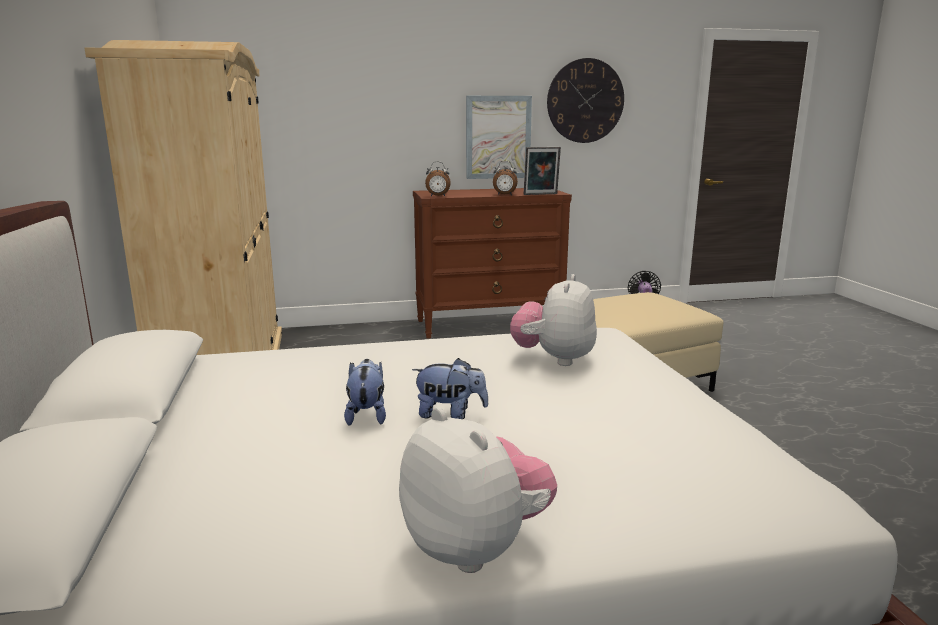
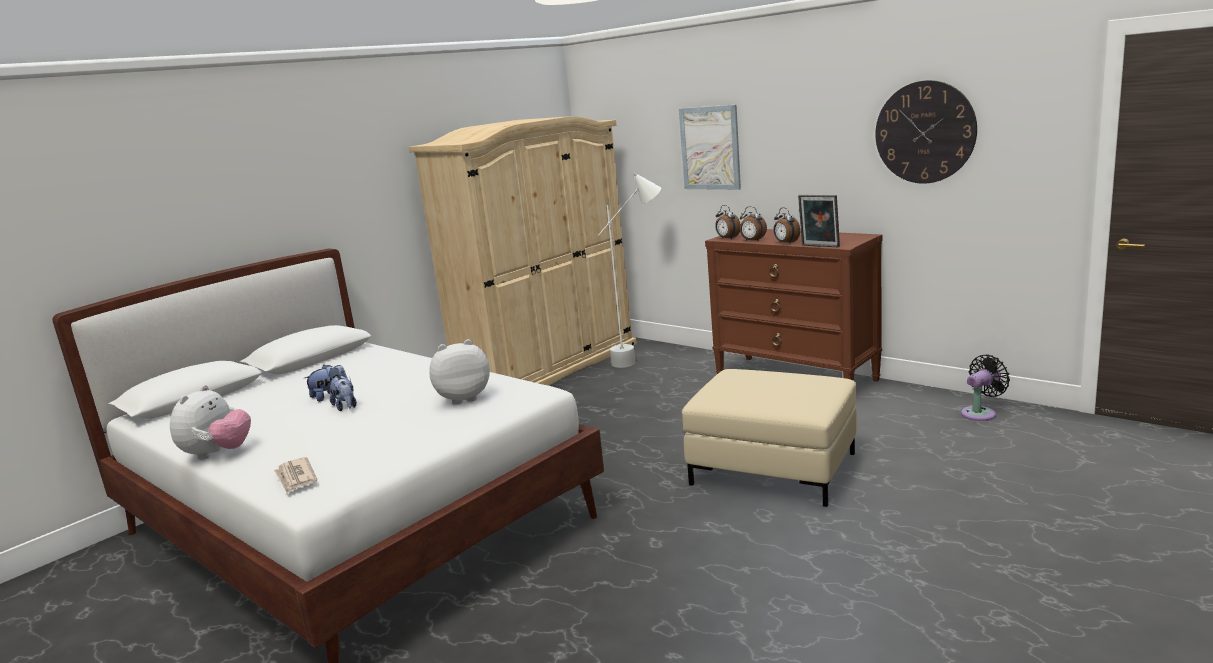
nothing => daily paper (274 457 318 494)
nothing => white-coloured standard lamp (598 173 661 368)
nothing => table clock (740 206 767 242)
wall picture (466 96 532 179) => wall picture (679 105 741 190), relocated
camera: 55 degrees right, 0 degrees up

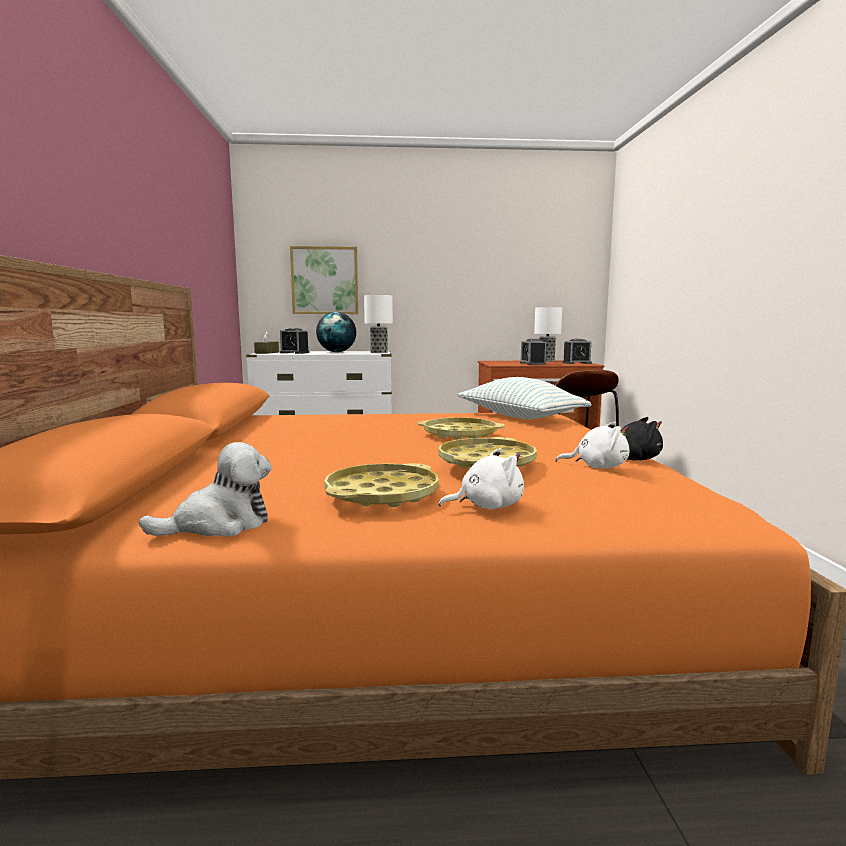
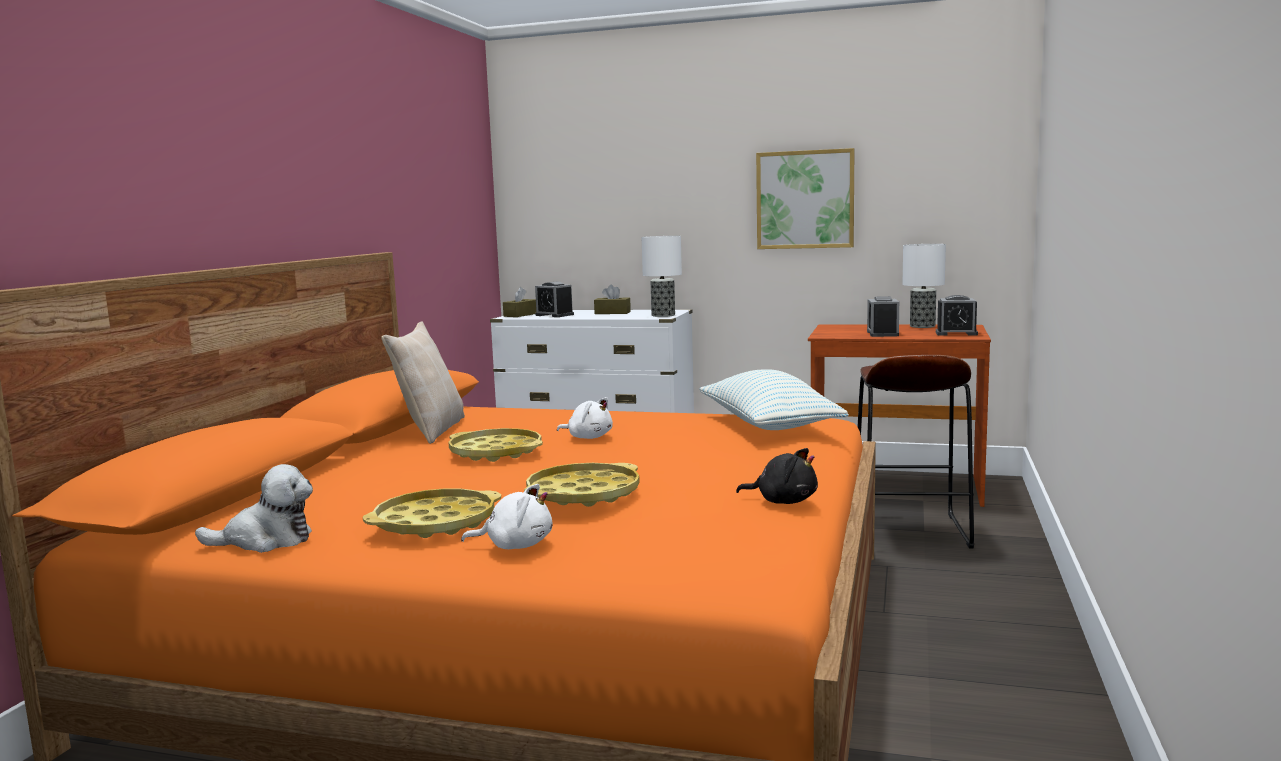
nothing => beige cushion (381 321 465 444)
wall picture (290 246 358 314) => wall picture (756 148 854 249), relocated
yellowish tray (417 417 505 440) => yellowish tray (448 428 543 462), relocated
white-coloured soft toy (556 422 630 469) => white-coloured soft toy (557 397 613 439), relocated
globe (316 312 356 352) => brownish tissue box (594 285 631 314)
camera: 20 degrees right, 0 degrees up

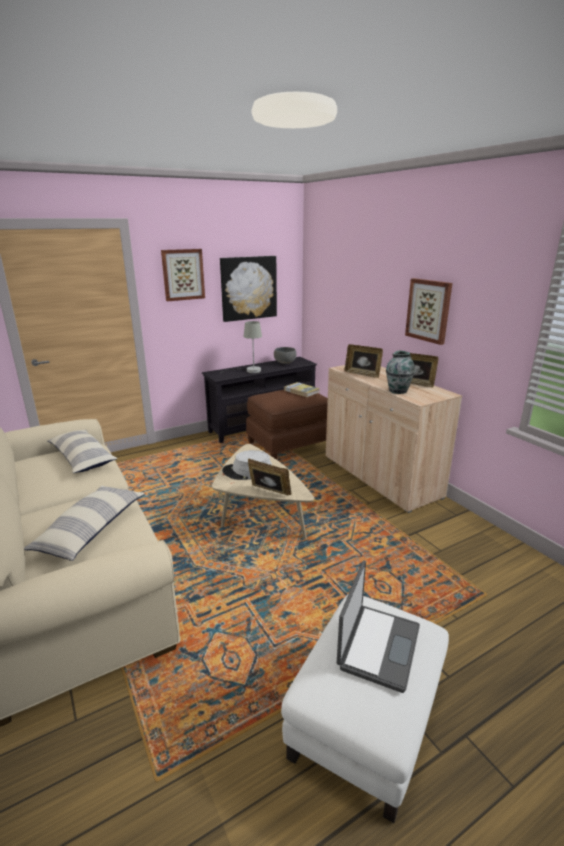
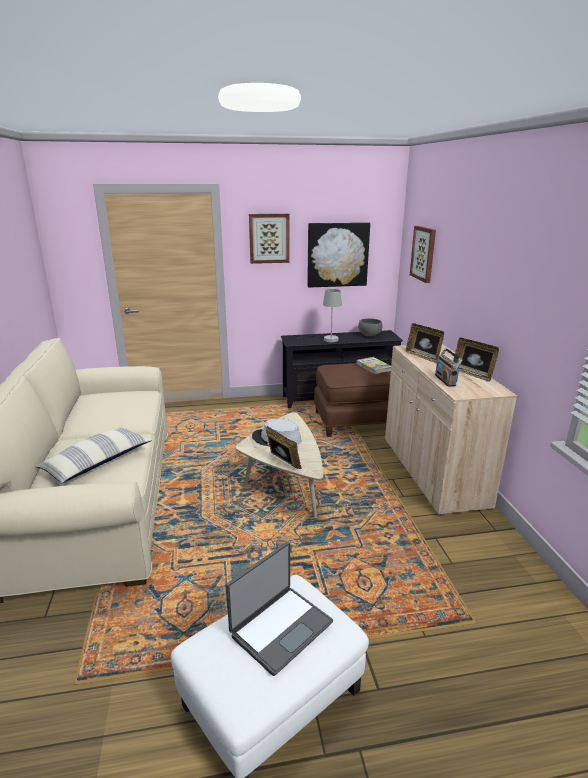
cushion (48 430 117 473) => nothing
wall picture (405 278 452 345) => wall picture (410 226 436 283), relocated
decorative vase (386 351 415 394) => radio set (435 348 462 387)
camera: 20 degrees right, 0 degrees up

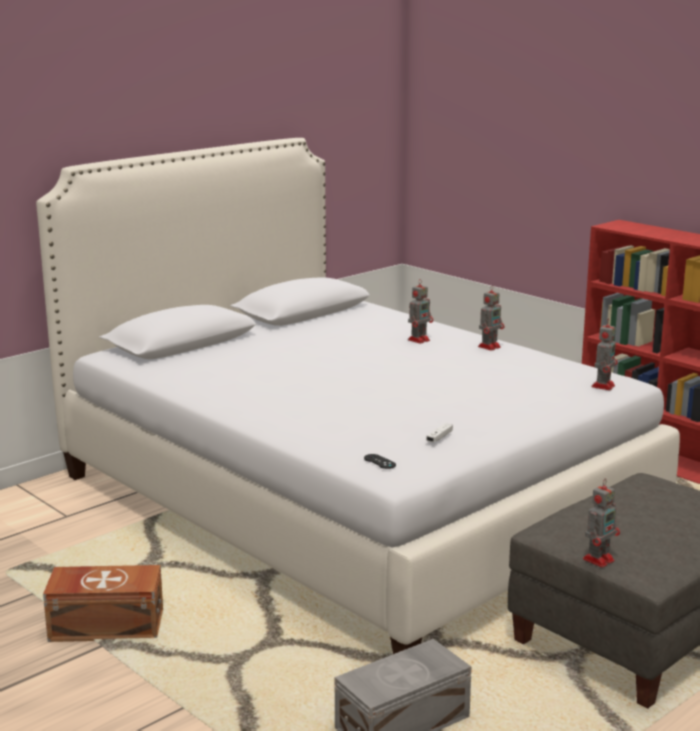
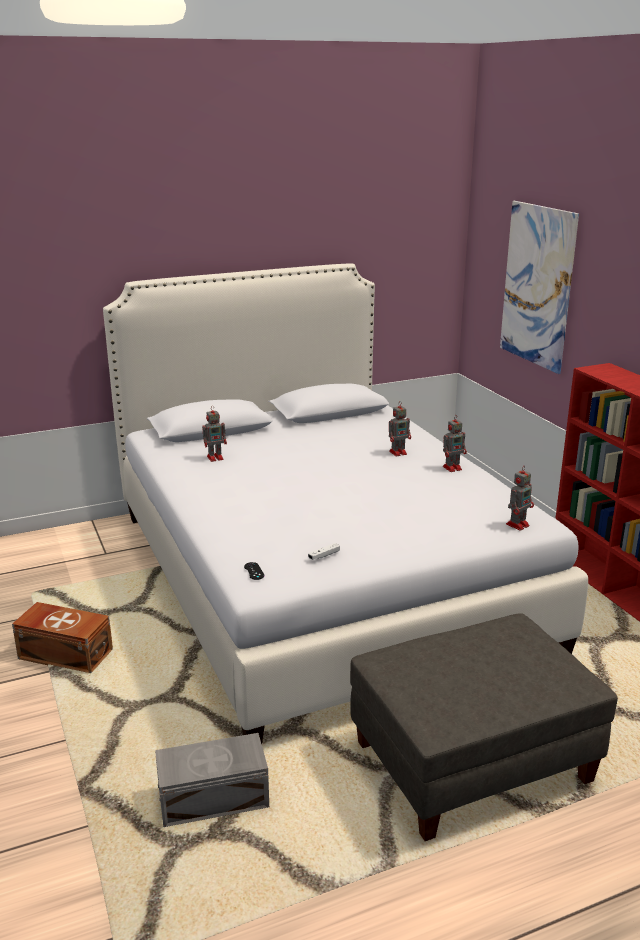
nothing => wall picture (500 201 579 374)
toy robot (583 479 620 568) => toy robot (202 406 227 462), relocated
camera: 20 degrees right, 5 degrees up

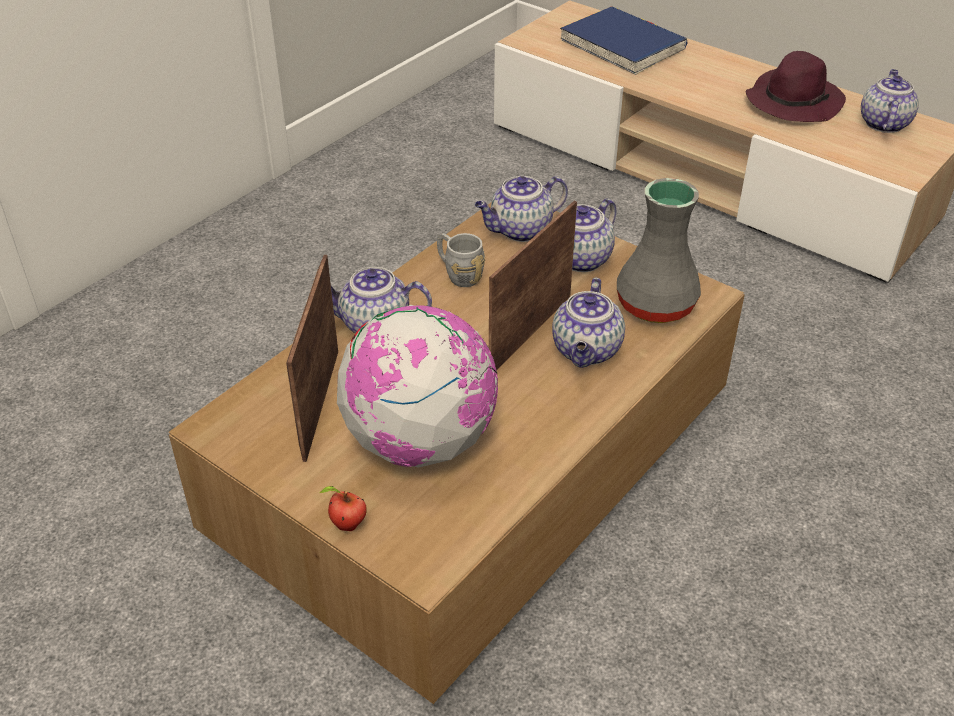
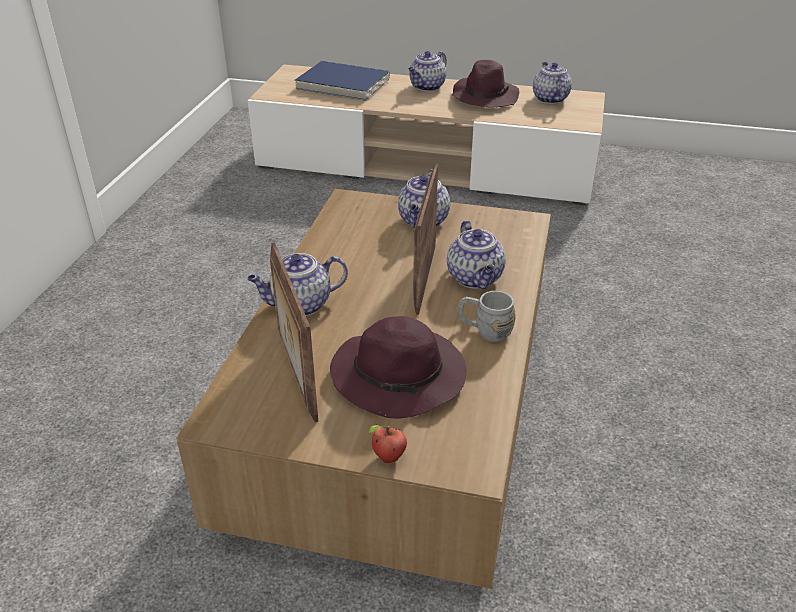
greyish decorative vase (617 178 701 323) => nothing
greyish mug (437 233 485 287) => greyish mug (458 291 516 342), relocated
pot for tea (475 176 568 242) => pot for tea (409 51 447 91), relocated
globe (337 305 498 468) => purplish wearable hat (330 316 466 419)
camera: 25 degrees left, 5 degrees down

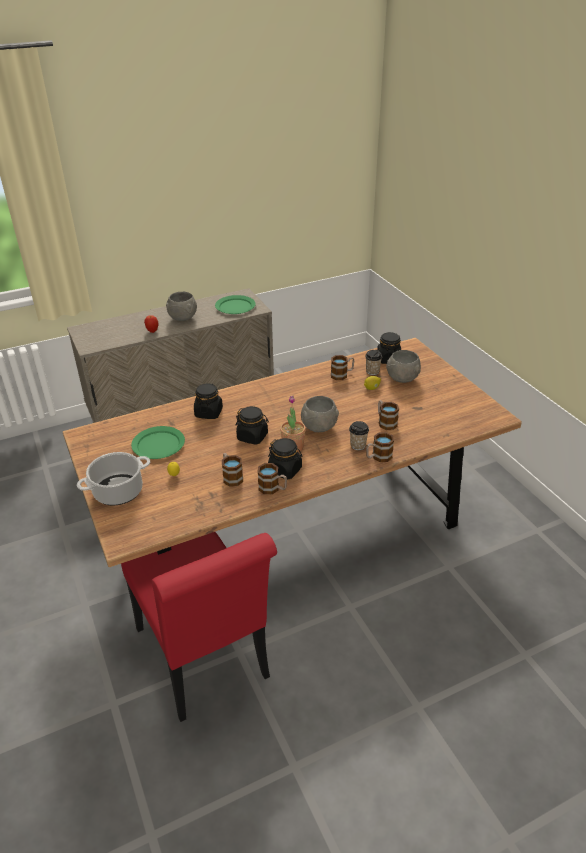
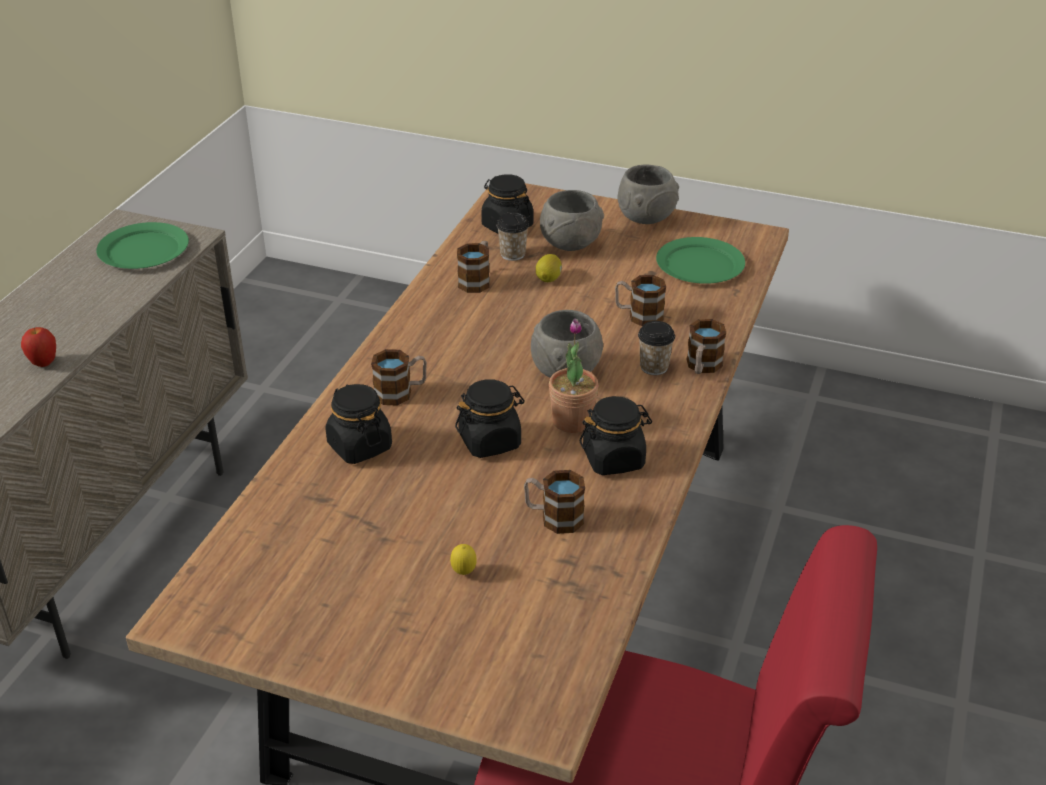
saucepot (77 452 150 505) => nothing
greenish plate (131 426 185 459) => greenish plate (656 237 745 284), relocated
greyish bowl (166 292 197 321) => greyish bowl (618 164 679 224), relocated
mug (258 463 287 495) => mug (371 349 427 406), relocated
camera: 45 degrees left, 0 degrees up

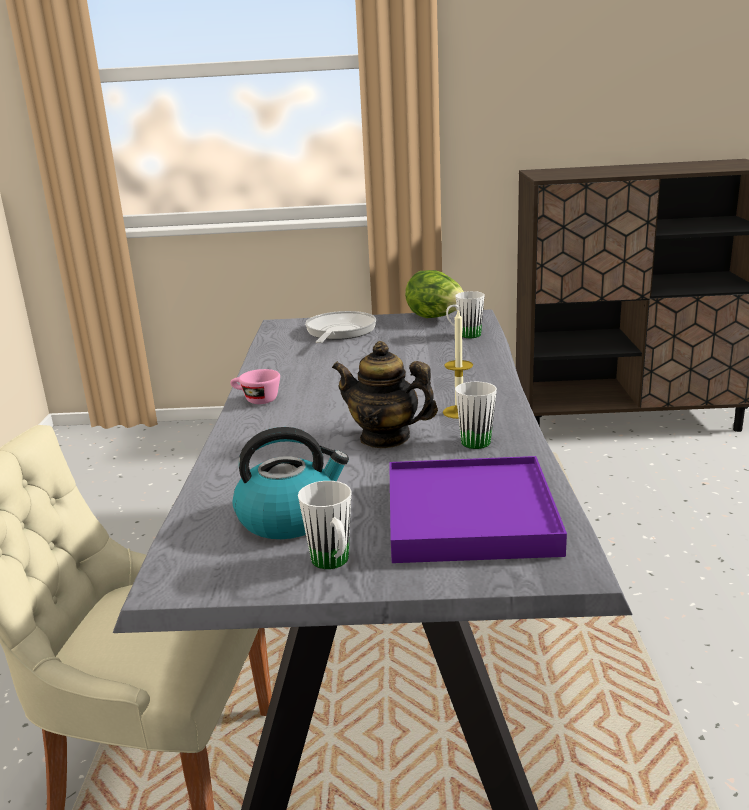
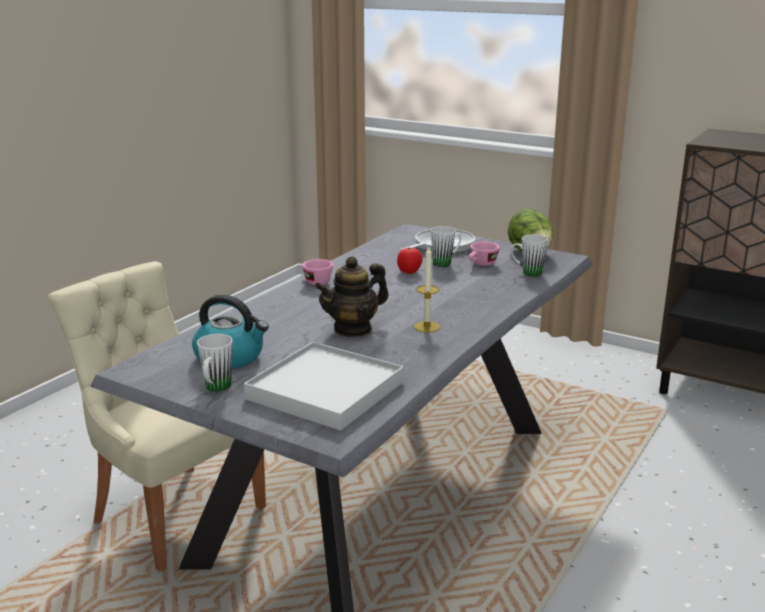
nothing => fresh tomato (397 247 423 274)
nothing => pink drinking cup (469 241 500 266)
white-coloured mug (455 382 497 449) => white-coloured mug (431 226 461 267), relocated
purplish tray (389 456 567 563) => white-coloured tray (244 342 404 431)
pot for tea (332 341 438 448) => pot for tea (315 256 389 337), 90 degrees counterclockwise
camera: 30 degrees right, 0 degrees up

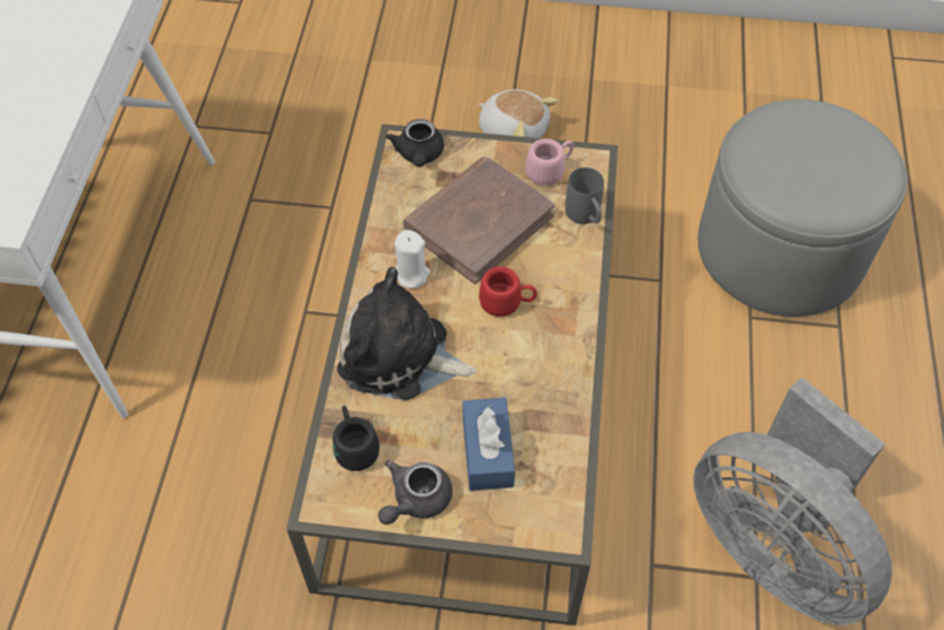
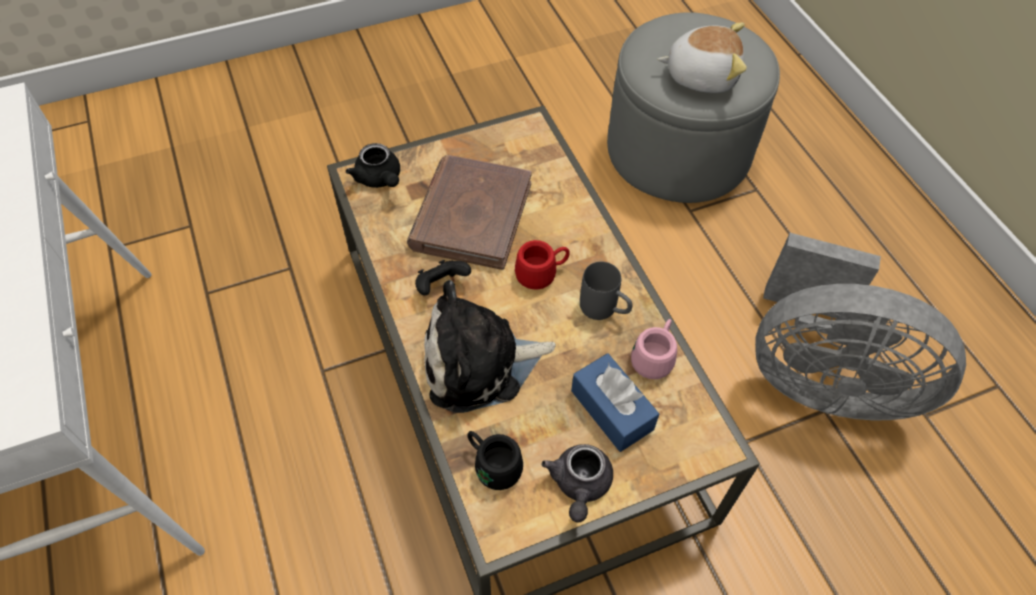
soft toy (478 89 558 138) => soft toy (657 23 747 93), relocated
pink mug (526 139 574 185) => pink mug (631 319 677 379), relocated
greyish mug (565 167 604 224) => greyish mug (580 262 632 320), relocated
white-coloured wax light (394 230 430 288) => black-coloured joypad (415 260 471 295)
camera: 30 degrees left, 0 degrees up

